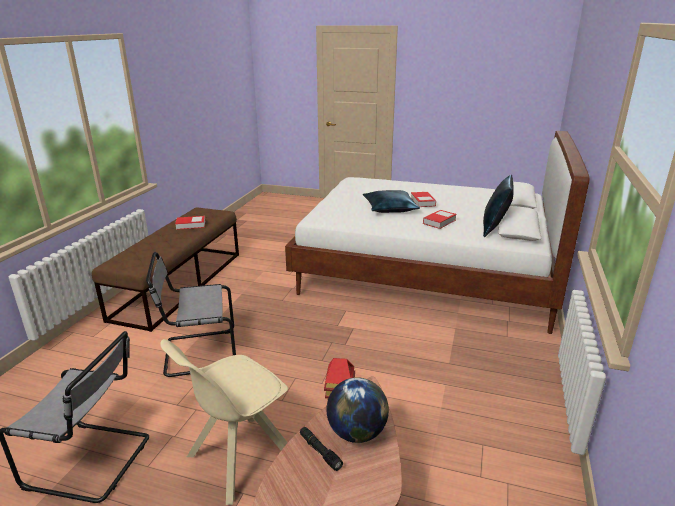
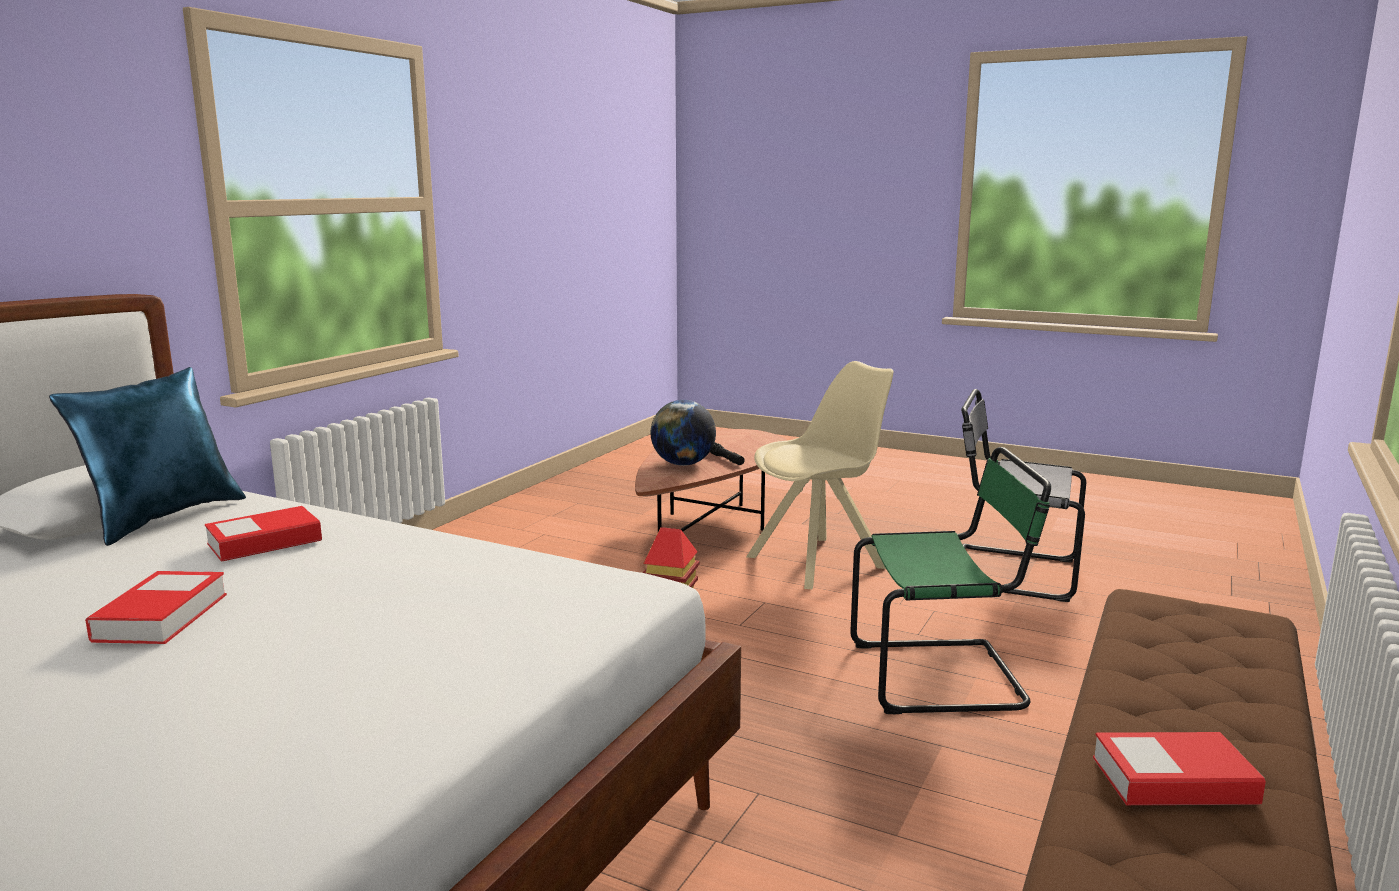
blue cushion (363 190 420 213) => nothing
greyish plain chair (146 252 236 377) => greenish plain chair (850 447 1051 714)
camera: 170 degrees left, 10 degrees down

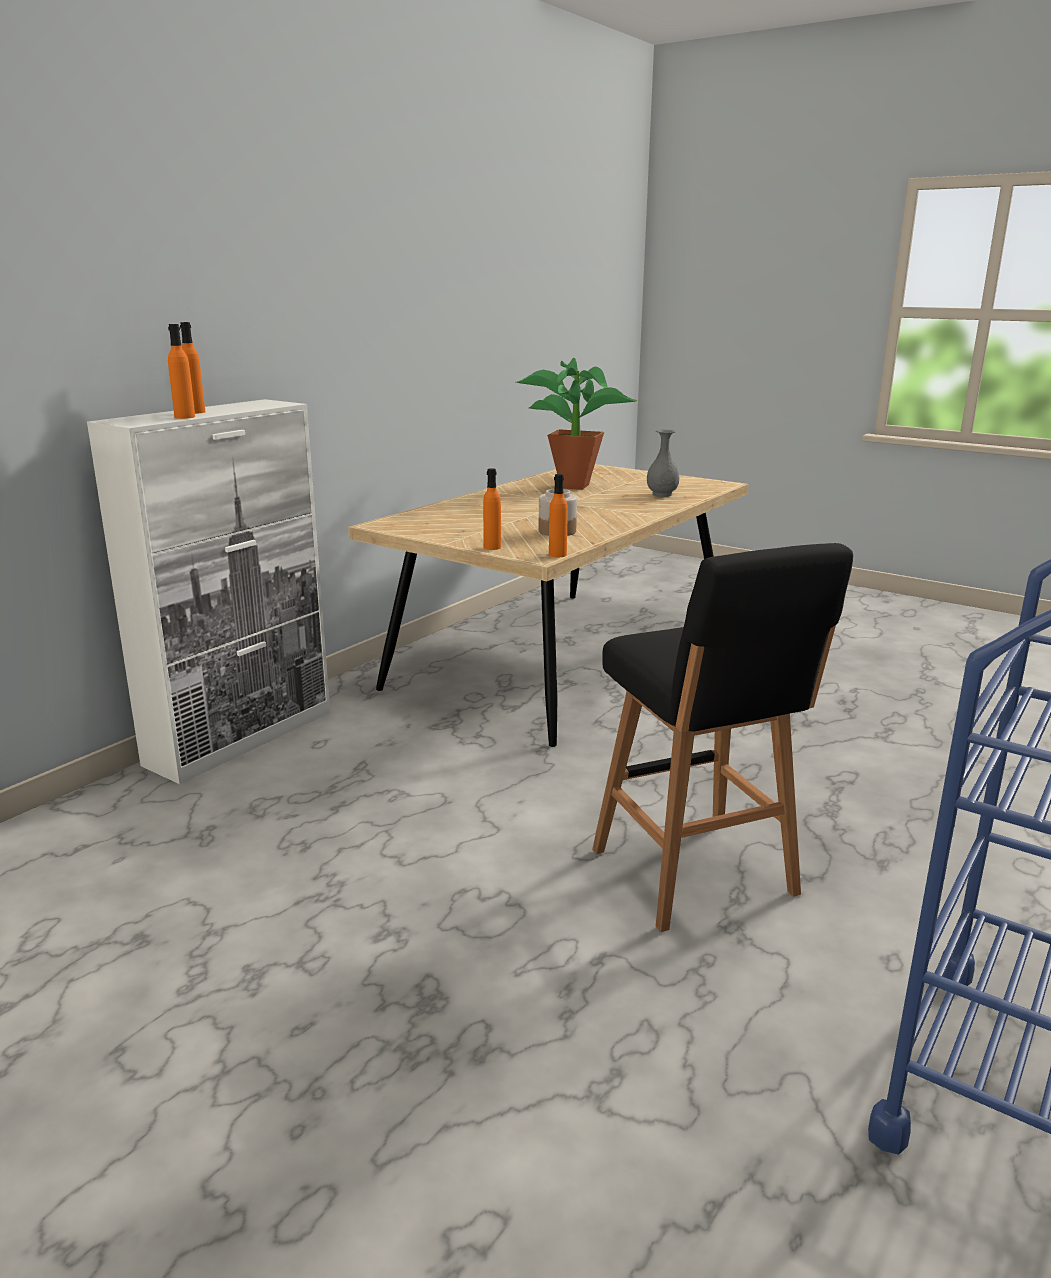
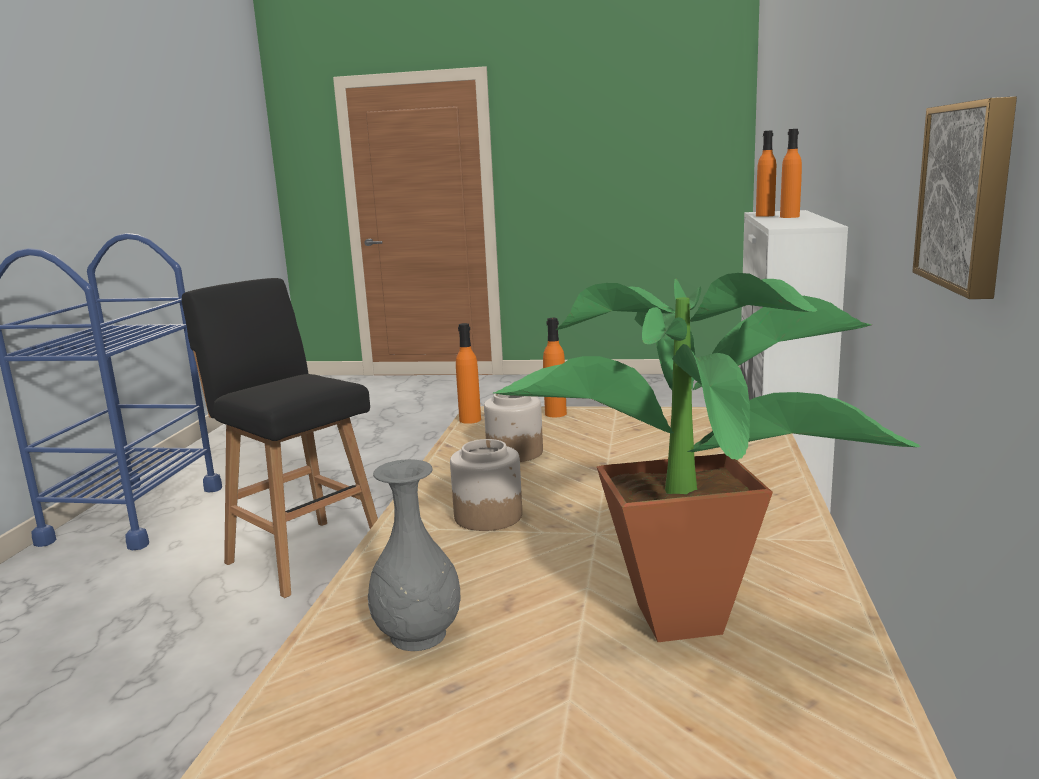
nothing => storage jar (450 439 522 531)
nothing => wall picture (912 96 1017 299)
camera: 155 degrees right, 5 degrees down

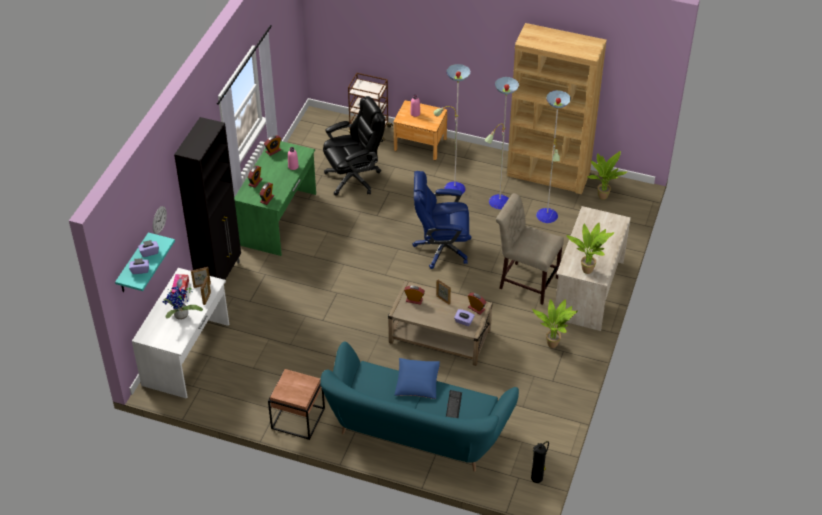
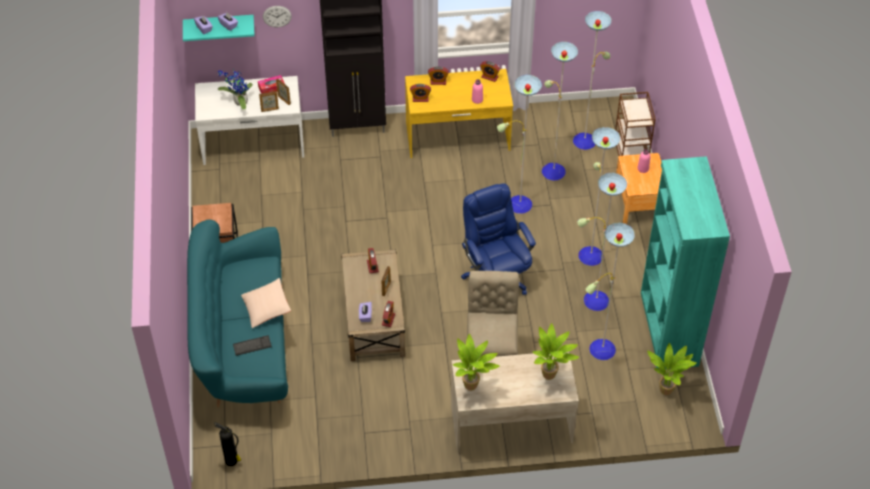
houseplant (532 299 578 348) => houseplant (533 323 579 380), relocated
black-coloured office chair (323 96 385 196) => standard lamp (497 11 612 214)
greenish desk (234 141 316 256) => yellowish desk (405 69 513 158)
blue cushion (395 358 440 399) => beige cushion (241 278 291 328)
brownish shelving unit (507 23 607 194) => turquoise-coloured shelving unit (641 156 730 369)
camera: 65 degrees right, 5 degrees up

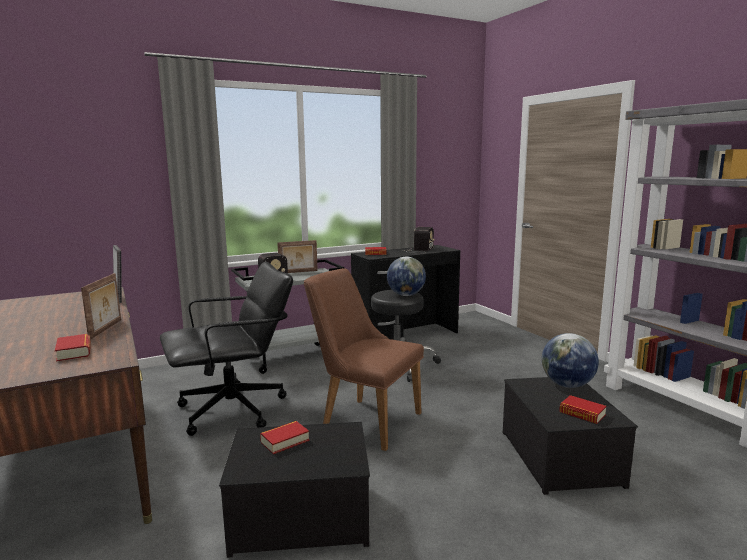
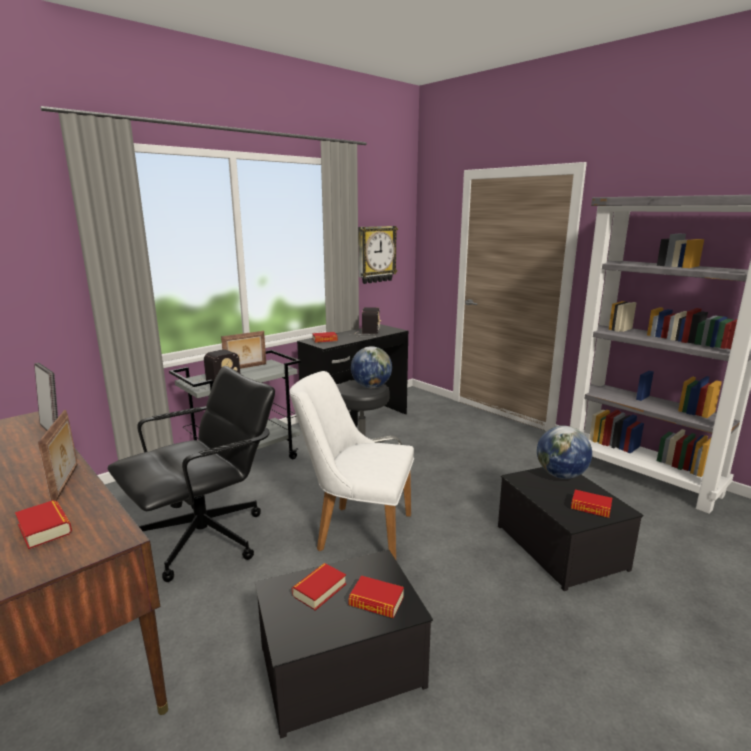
nothing => bound book (348 576 404 618)
nothing => wall clock (358 226 398 284)
brownish plain chair (304 268 424 451) => white-coloured plain chair (289 371 414 560)
camera: 15 degrees left, 5 degrees up

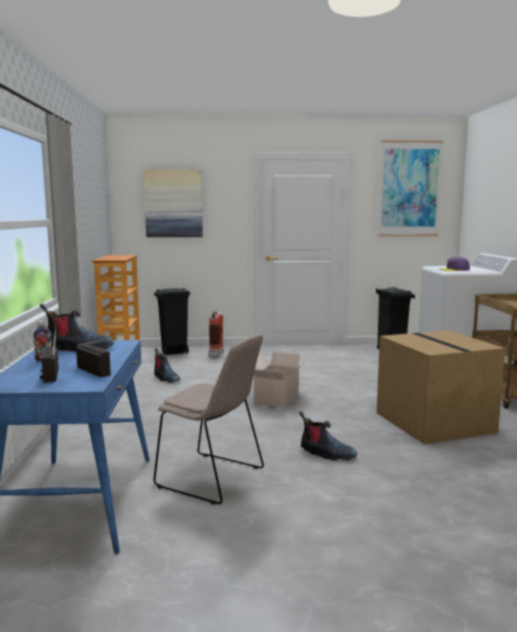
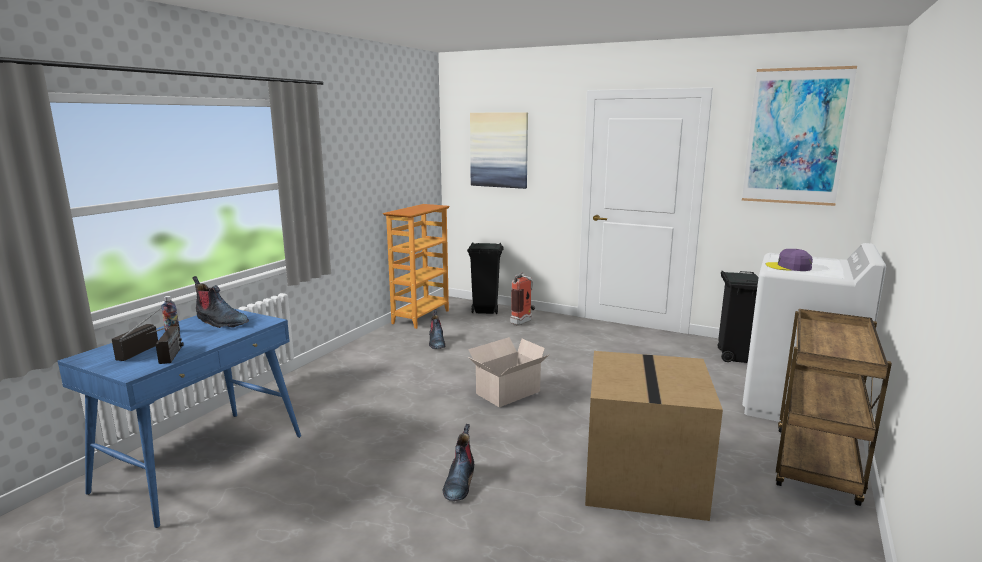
beige plain chair (153 334 264 505) => nothing
tall boot (299 411 357 461) => tall boot (442 424 474 501), 45 degrees clockwise
camera: 30 degrees right, 5 degrees up

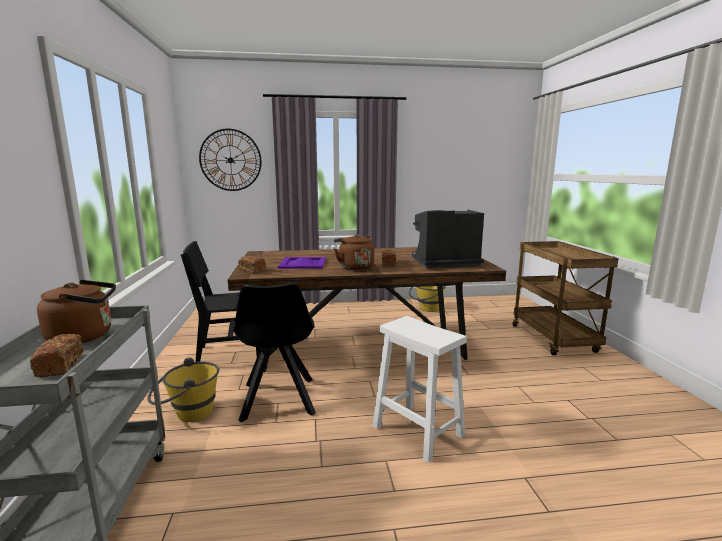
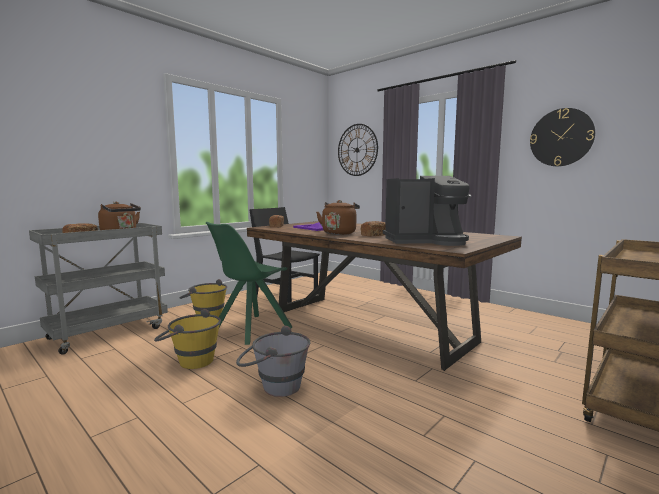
nothing => wall clock (530 108 595 166)
yellowish pail (409 286 446 312) => yellowish pail (154 309 221 369), relocated
white-coloured sitting stool (373 316 467 463) => greyish pail (236 326 310 397)
black-coloured plain chair (233 283 316 423) => greenish plain chair (206 222 292 345)
coffee brewer (412 210 484 269) => coffee brewer (383 176 471 246), 135 degrees clockwise
camera: 50 degrees right, 5 degrees down

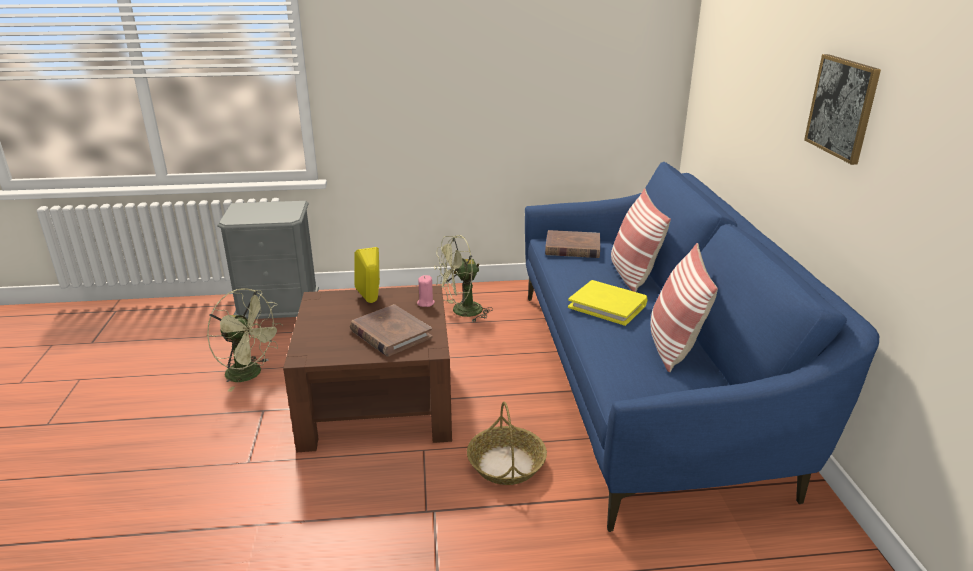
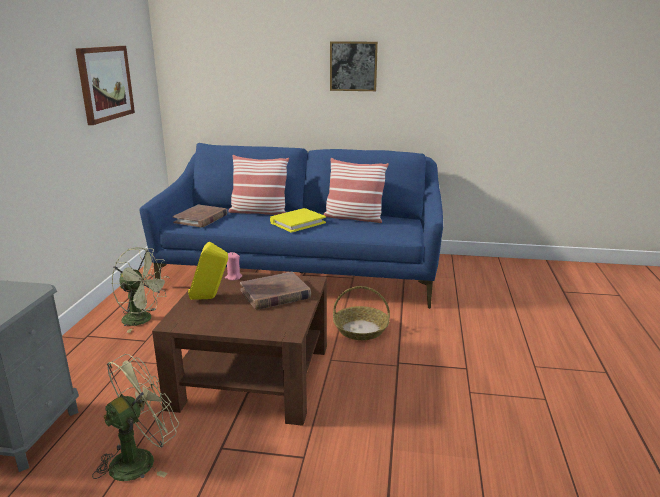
nothing => wall picture (76 46 135 125)
greenish cooling fan (434 235 493 322) => greenish cooling fan (112 247 169 333), 60 degrees counterclockwise
camera: 75 degrees left, 5 degrees down

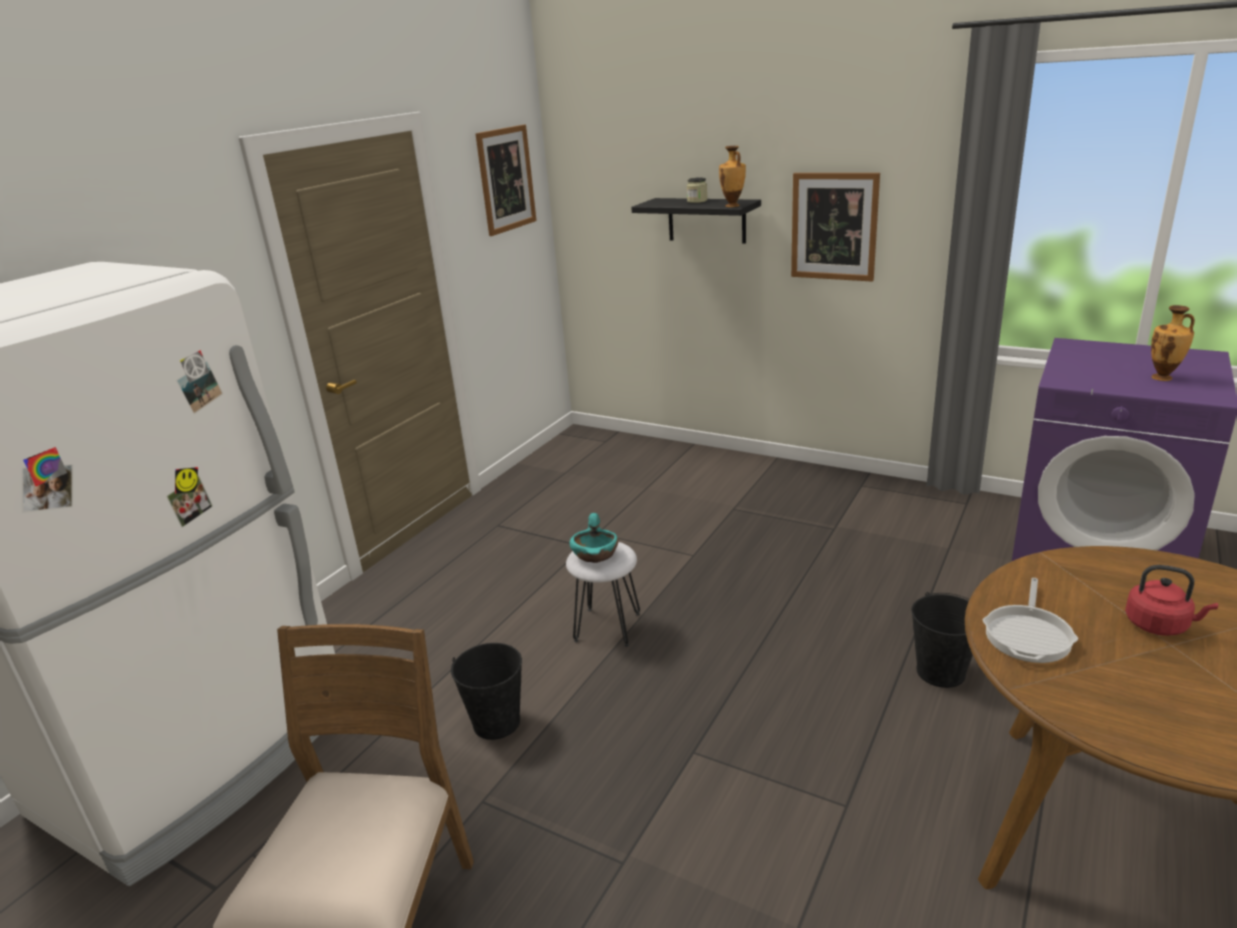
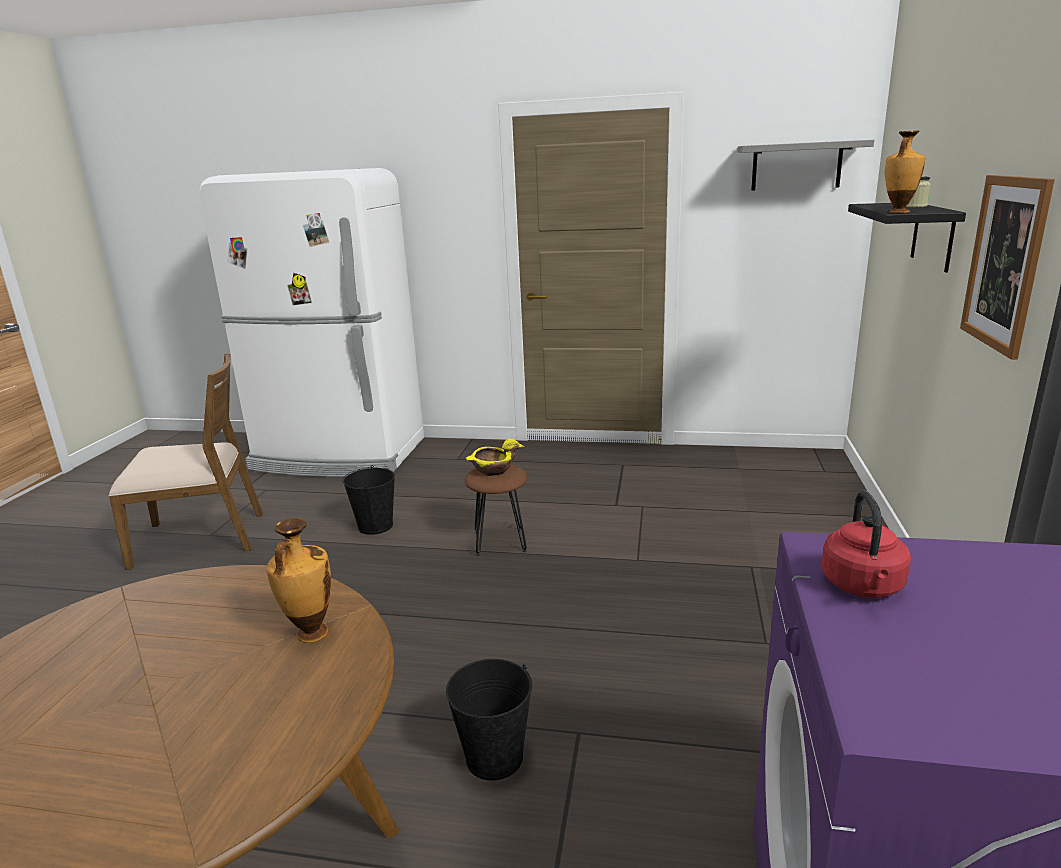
skillet (982 578 1078 663) => nothing
reddish water kettle (1125 565 1218 636) => reddish water kettle (822 490 911 598), relocated
decorative vase (1151 305 1195 381) => decorative vase (266 518 331 643), relocated
wall picture (475 125 537 236) => greyish shelf (737 140 874 191)
white-coloured sitting stool (566 542 640 647) => brownish sitting stool (465 464 527 556)
turquoise-coloured bowl (570 513 619 563) => yellowish bowl (466 439 524 476)
camera: 70 degrees right, 5 degrees down

